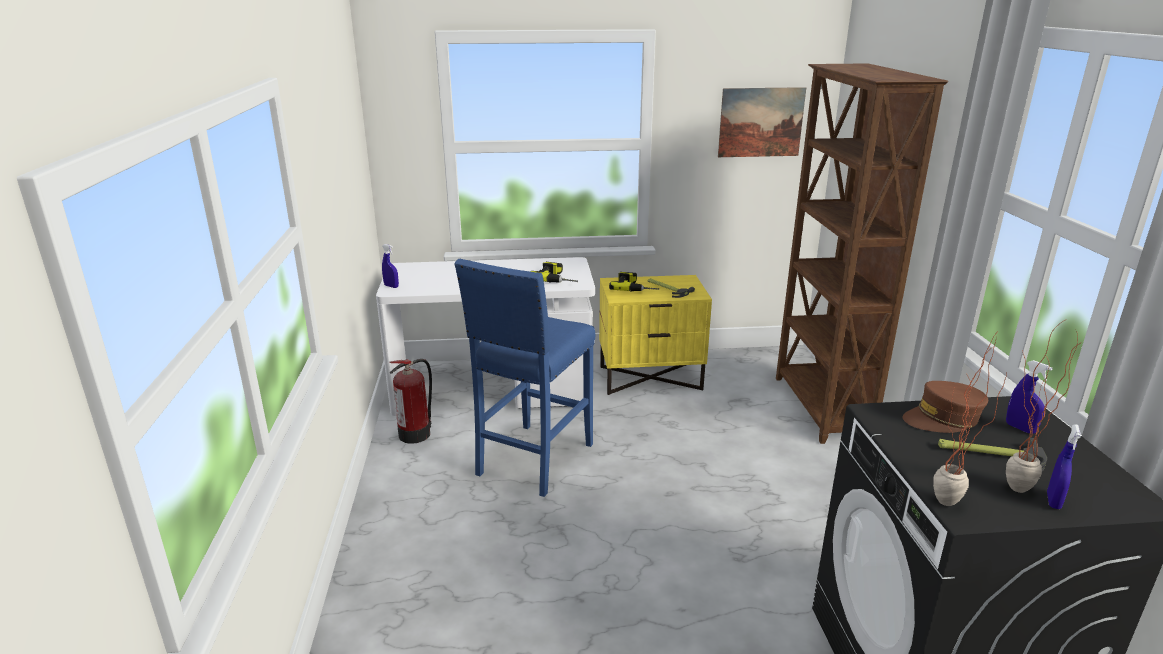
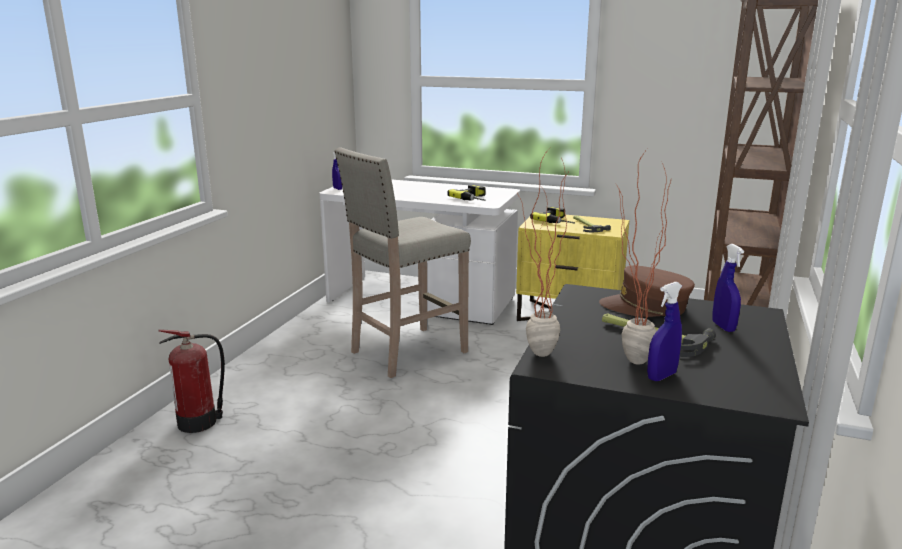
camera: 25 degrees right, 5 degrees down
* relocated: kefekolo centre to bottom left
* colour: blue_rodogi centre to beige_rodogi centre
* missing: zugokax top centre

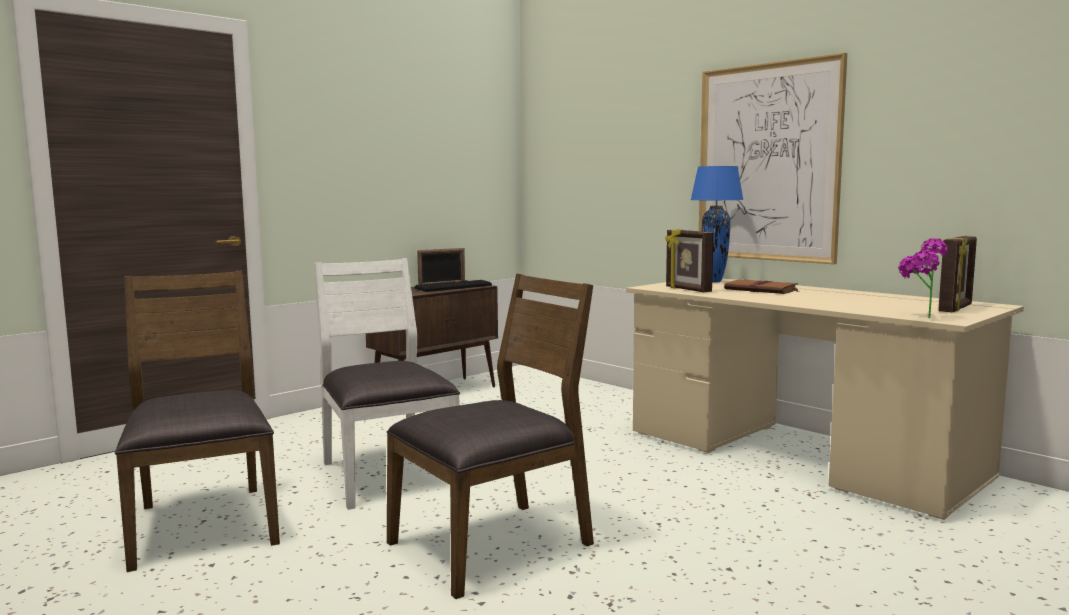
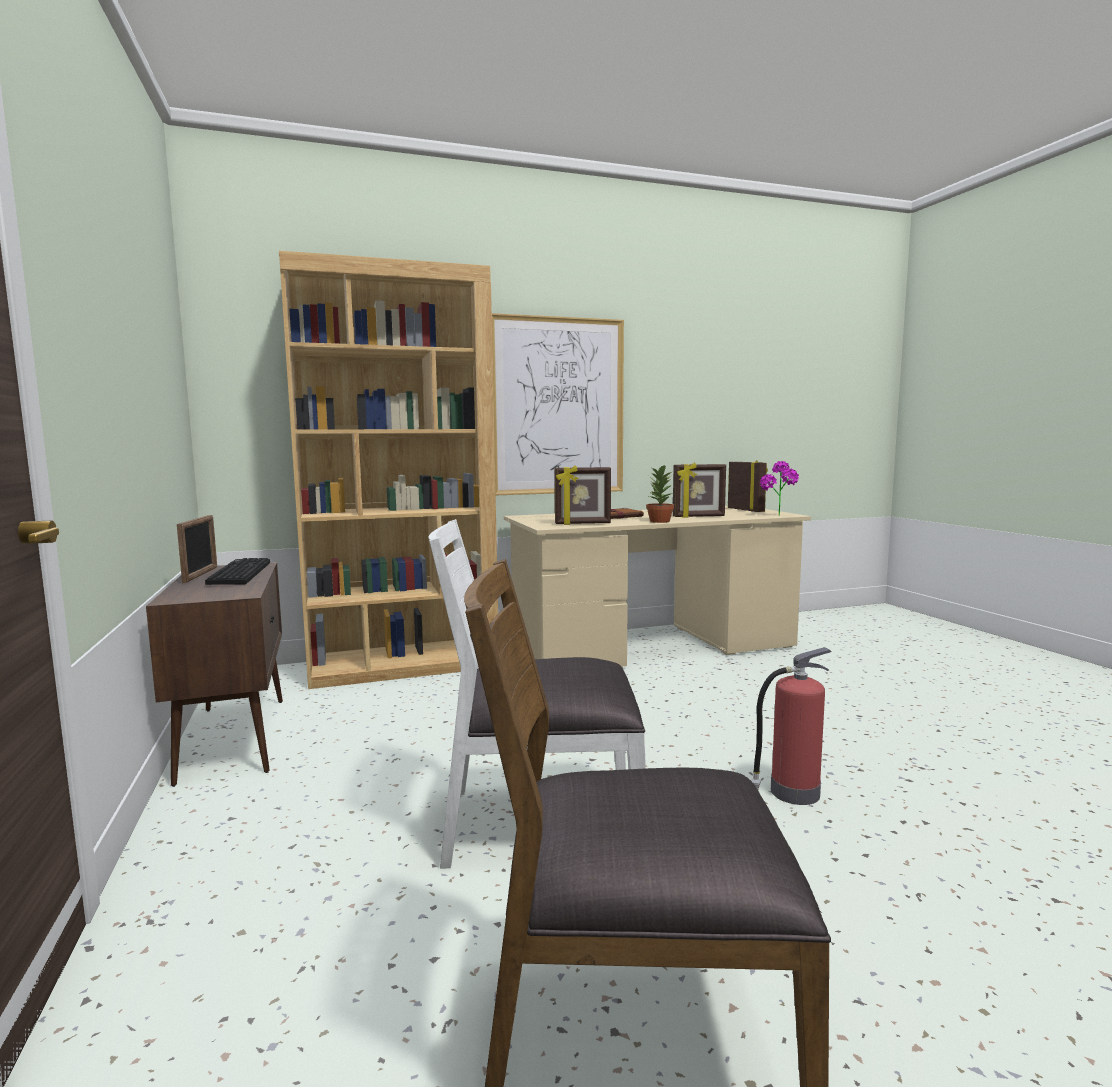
camera: 65 degrees left, 0 degrees up
* exchanged: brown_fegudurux (no. 2 from left) bottom centre to kefekolo bottom right
* missing: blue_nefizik middle right
* appeared: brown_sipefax centre
* appeared: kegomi (no. 1 from left) centre
* appeared: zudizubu (no. 3 from left) centre

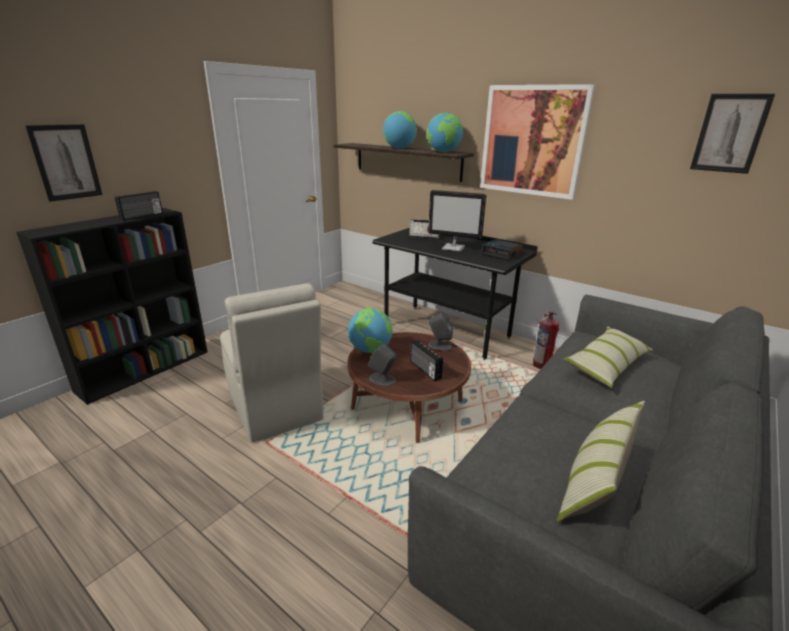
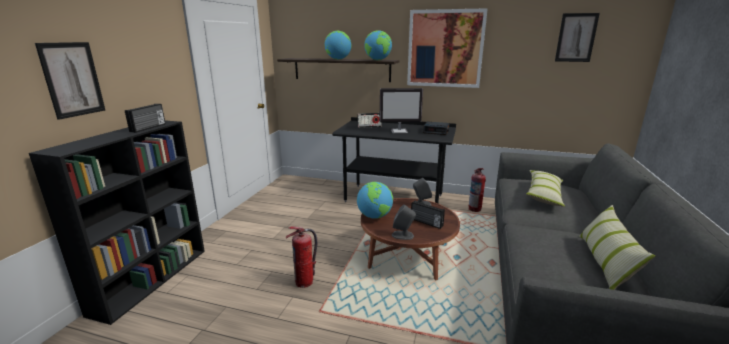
camera: 20 degrees left, 5 degrees down
* exchanged: beige_fegudurux centre to kefekolo (no. 1 from left) bottom centre

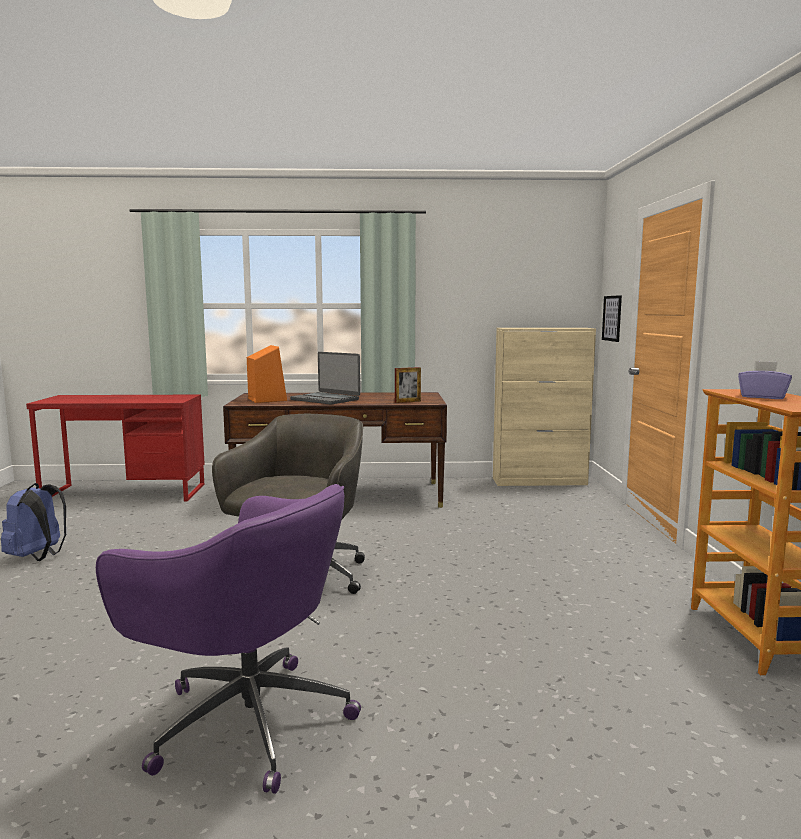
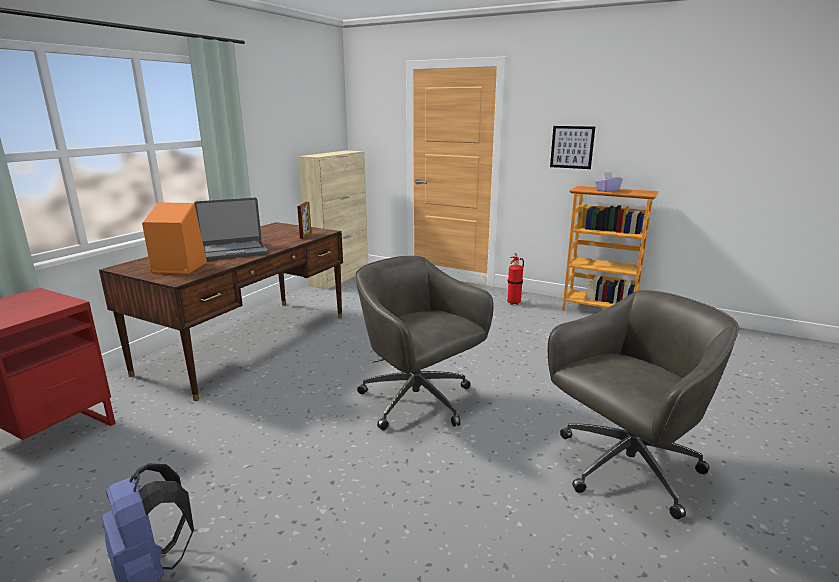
camera: 60 degrees left, 10 degrees up
* colour: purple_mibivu bottom left to grey_mibivu (no. 2 from left) bottom right
* relocated: zugokax middle right to top right
* appeared: kefekolo centre

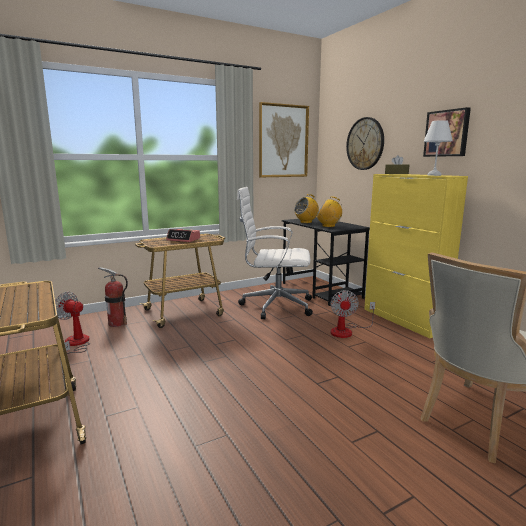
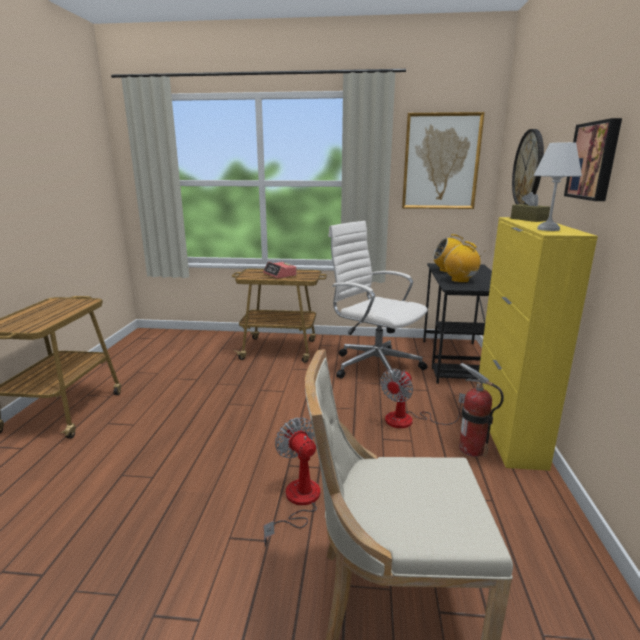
camera: 35 degrees right, 5 degrees up
* relocated: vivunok (no. 1 from left) middle left to bottom centre
* relocated: kefekolo middle left to middle right

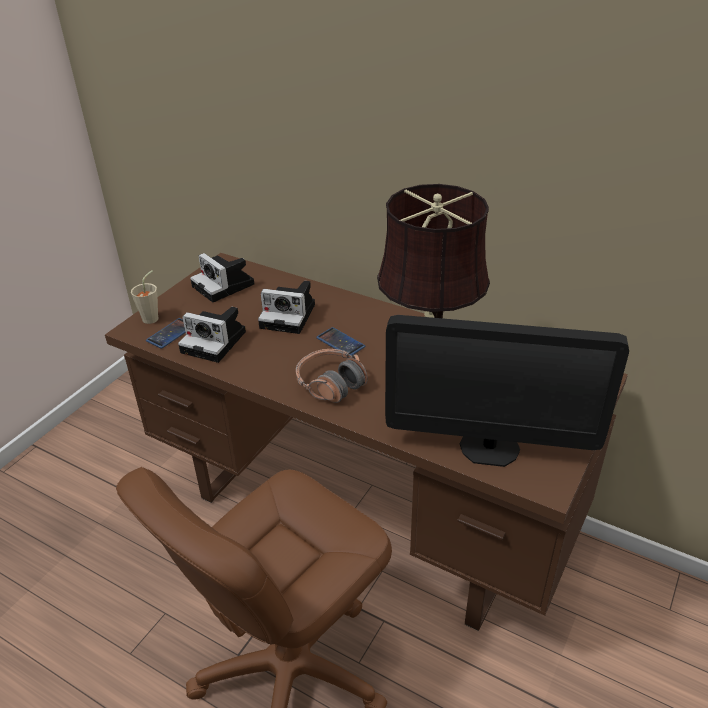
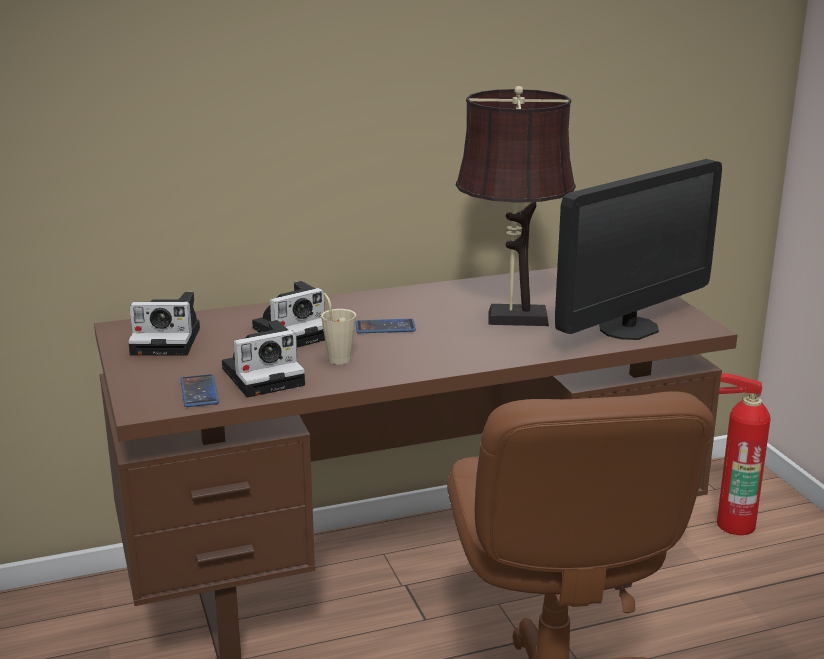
camera: 50 degrees left, 15 degrees down
* relocated: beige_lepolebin middle left to centre
* missing: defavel centre
* appeared: kefekolo bottom right

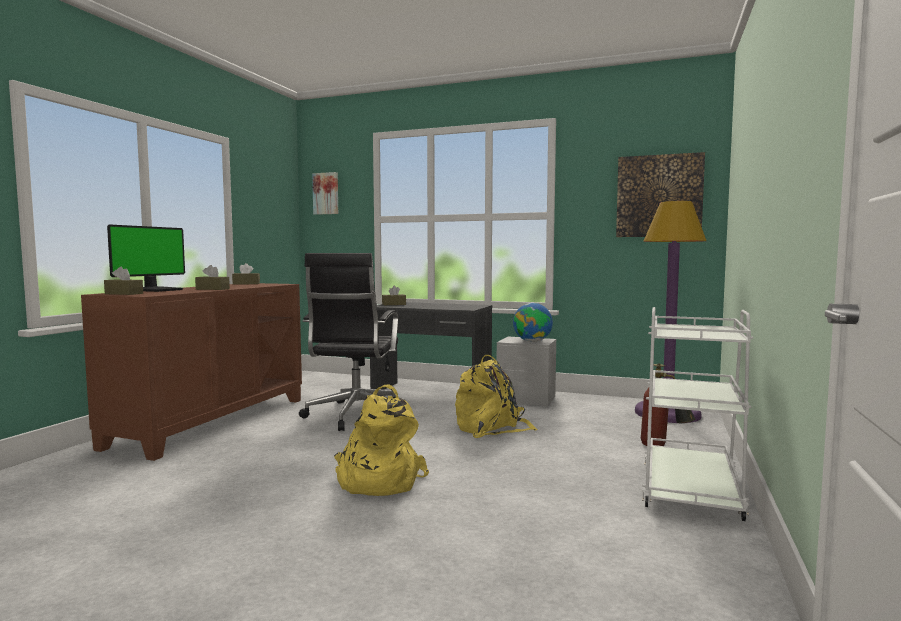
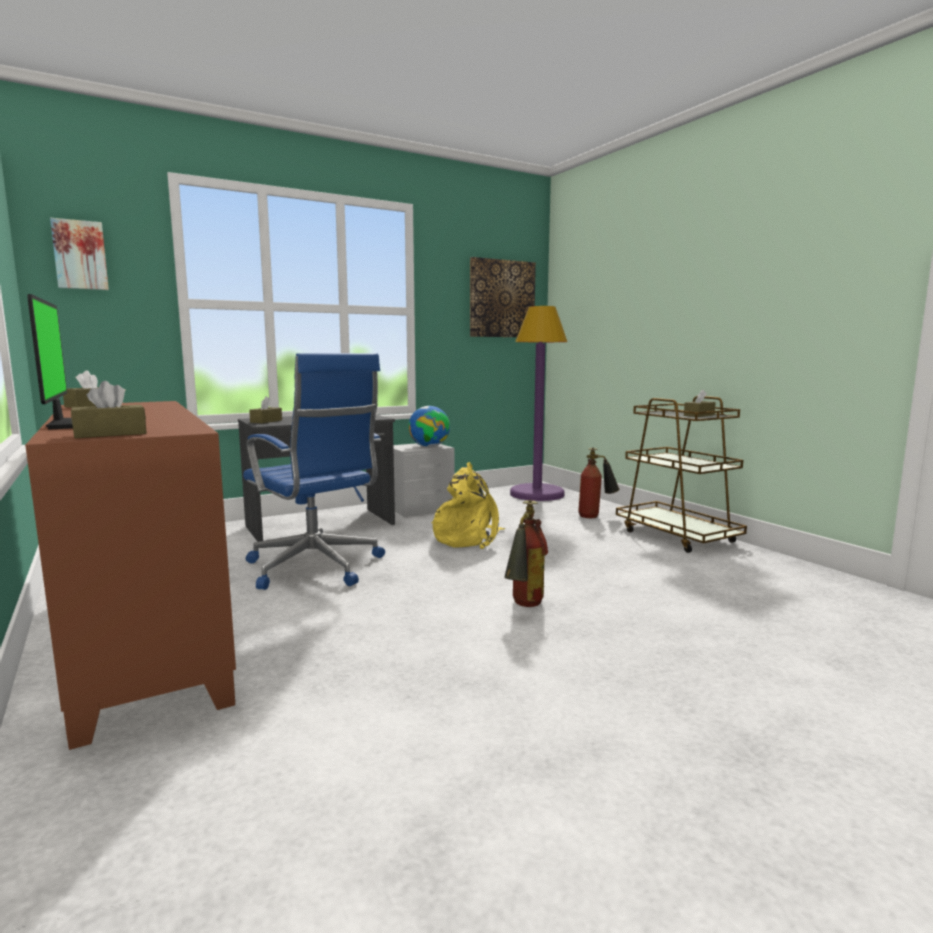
camera: 50 degrees left, 5 degrees up
* relocated: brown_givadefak (no. 2 from left in the first image) middle left to brown_givadefak (no. 4 from left) middle right
* colour: black_mibivu centre to blue_mibivu centre
* exchanged: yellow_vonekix (no. 1 from left) bottom centre to kefekolo (no. 1 from left) centre
* colour: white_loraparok bottom right to brown_loraparok middle right

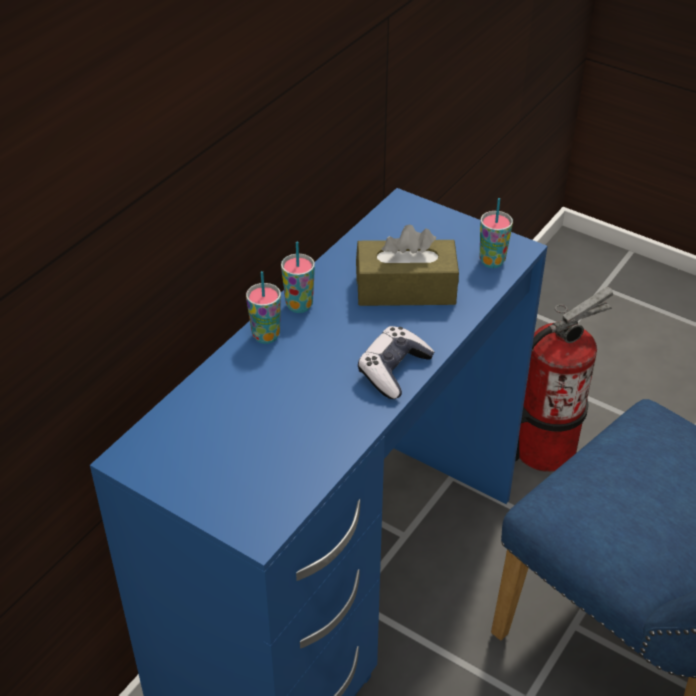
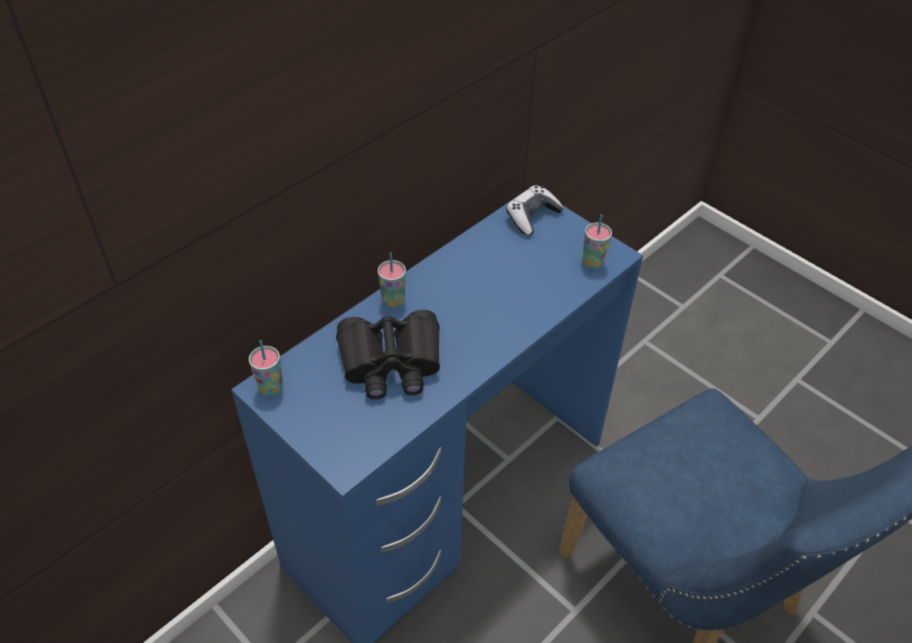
camera: 10 degrees right, 5 degrees up
* relocated: lepolebin (no. 2 from left in the first image) centre to lepolebin (no. 1 from left) middle left
* missing: brown_givadefak centre
* relocated: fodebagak centre to top centre
* missing: kefekolo middle right
* appeared: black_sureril centre

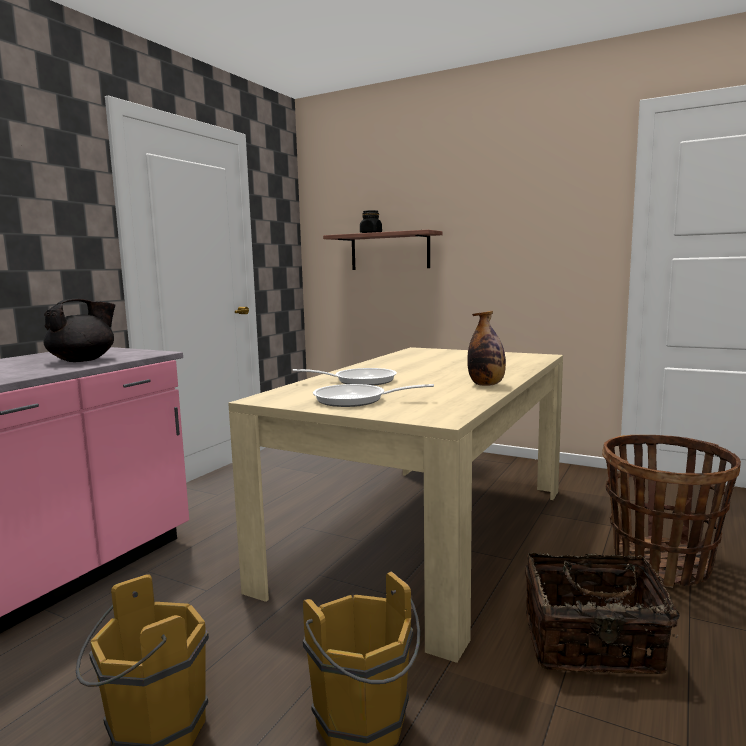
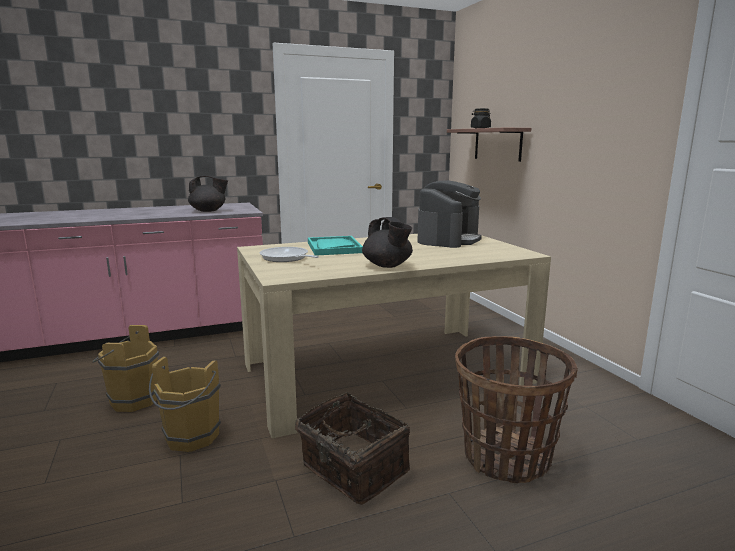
camera: 40 degrees right, 5 degrees up
* exchanged: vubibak (no. 1 from left) centre to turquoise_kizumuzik centre
* exchanged: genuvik centre to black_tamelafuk (no. 2 from left) centre
* appeared: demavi centre

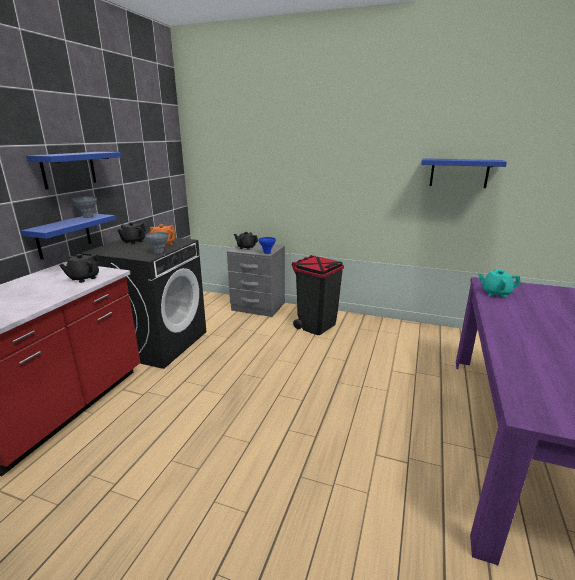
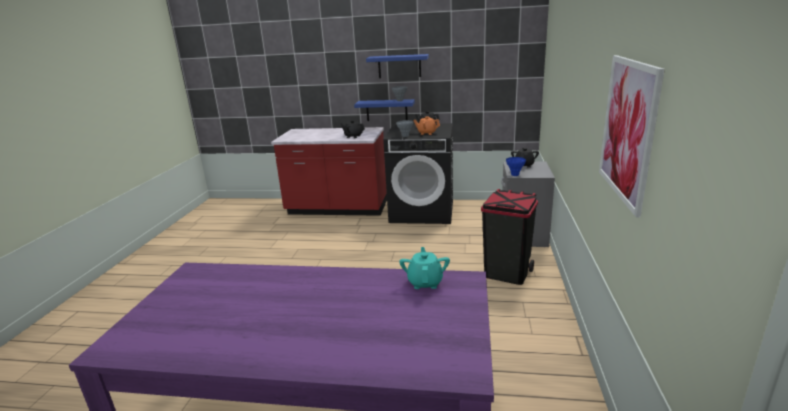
camera: 80 degrees right, 0 degrees up
* exchanged: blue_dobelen (no. 3 from left) top right to zugokax top right

